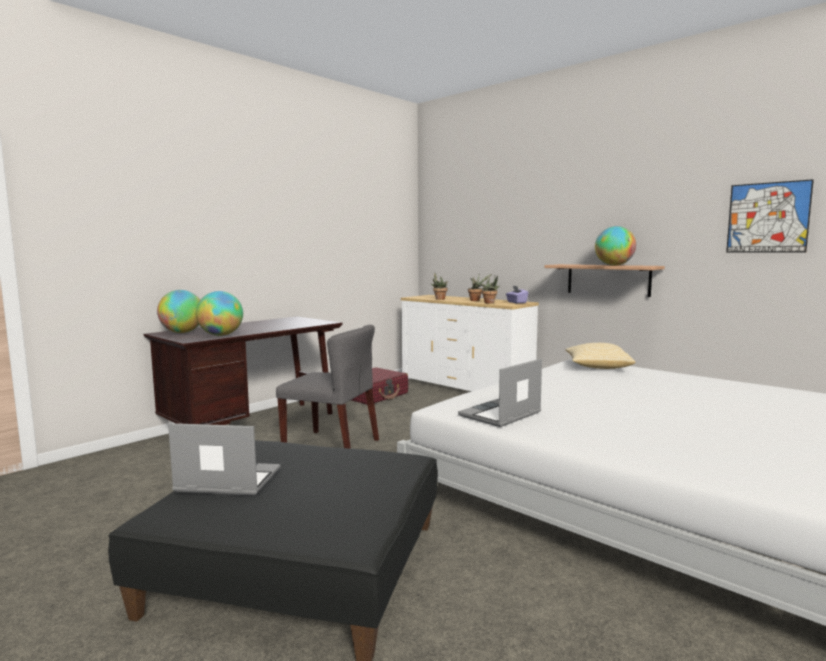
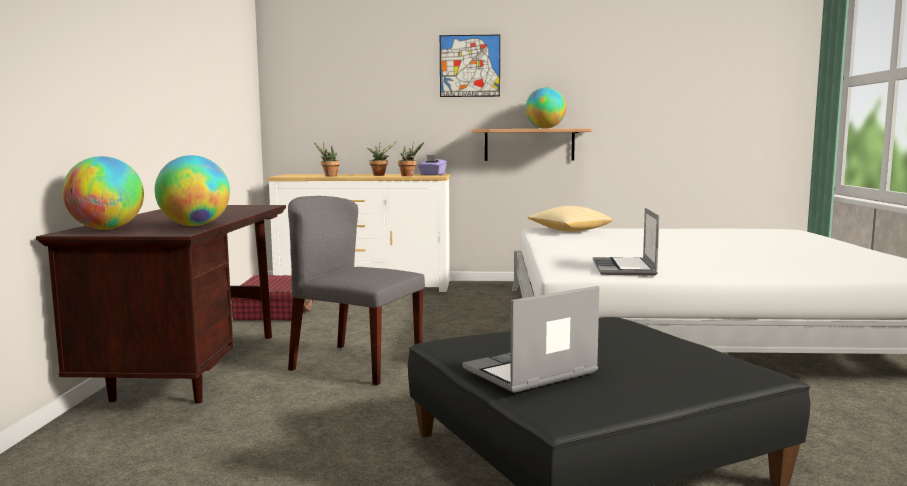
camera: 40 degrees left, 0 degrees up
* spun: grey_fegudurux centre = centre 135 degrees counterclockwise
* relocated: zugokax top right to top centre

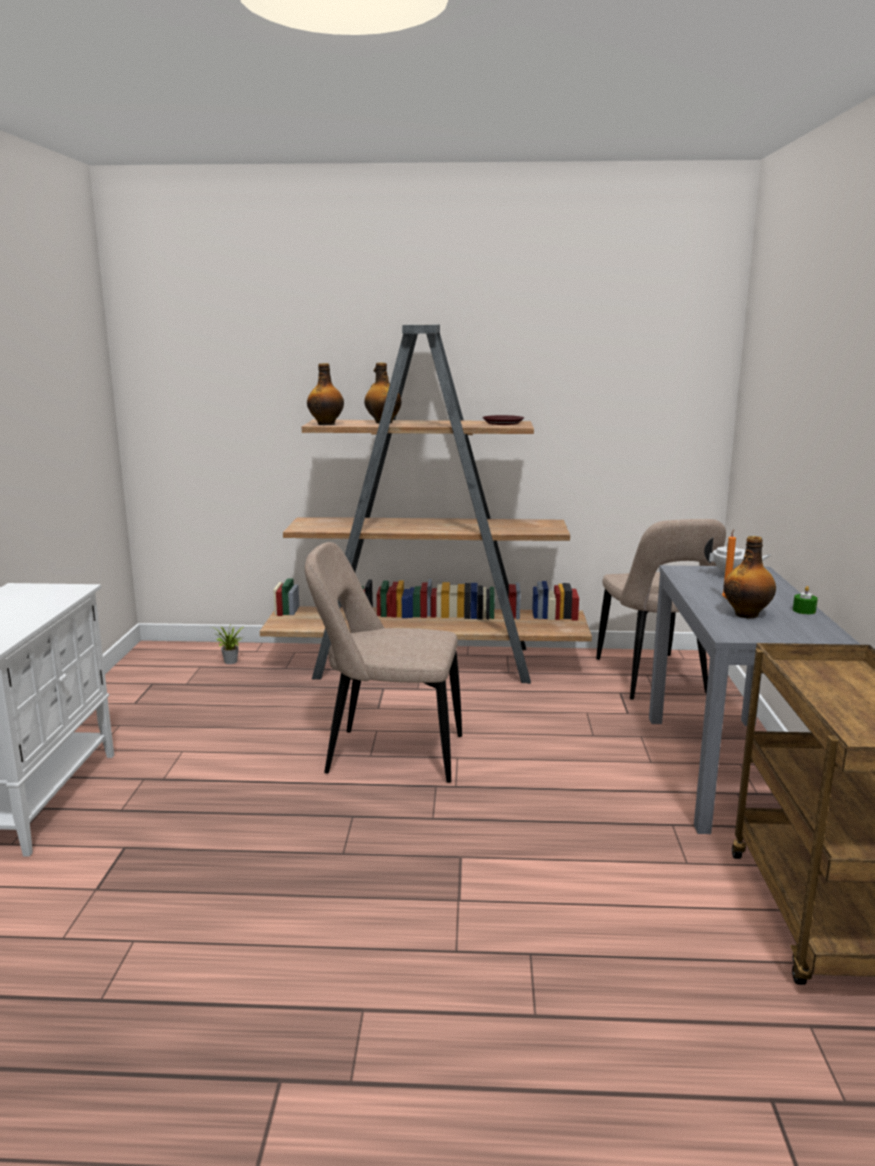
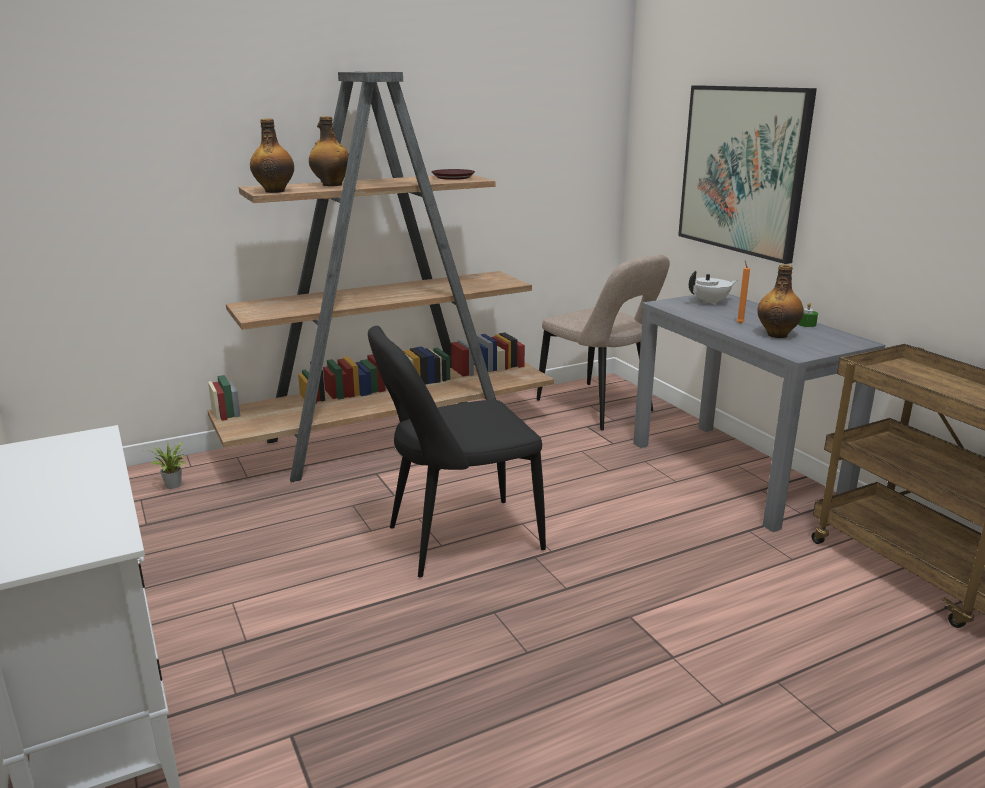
camera: 30 degrees left, 5 degrees up
* colour: beige_fegudurux (no. 1 from left) centre to black_fegudurux centre
* appeared: zugokax top right

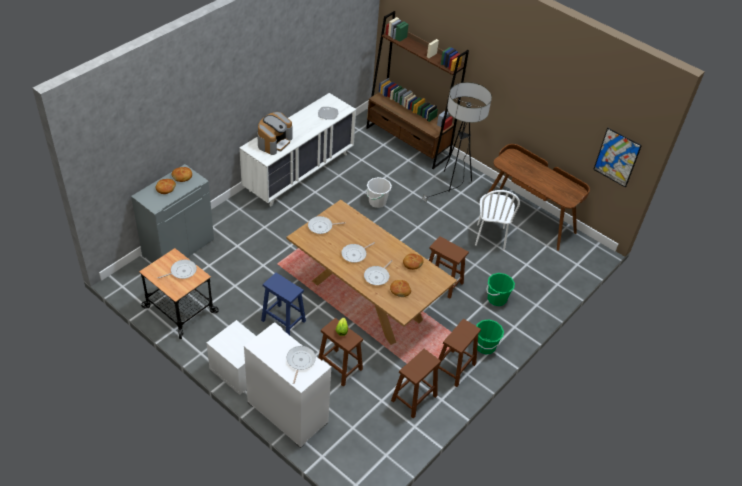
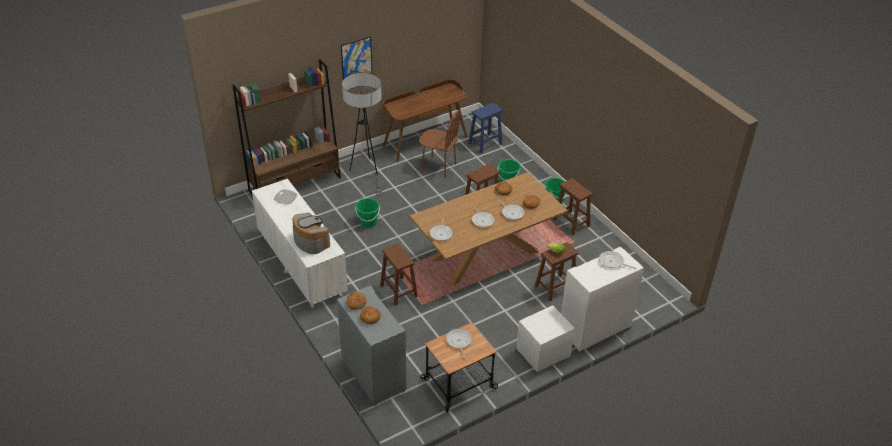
camera: 70 degrees left, 5 degrees down
* relocated: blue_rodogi centre to top centre
* colour: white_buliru centre to green_buliru (no. 1 from left) centre
* relocated: brown_rodogi (no. 2 from left in the first image) bottom centre to brown_rodogi (no. 1 from left) centre
* colour: white_fegudurux middle right to brown_fegudurux top centre
* relocated: zugokax top right to top centre

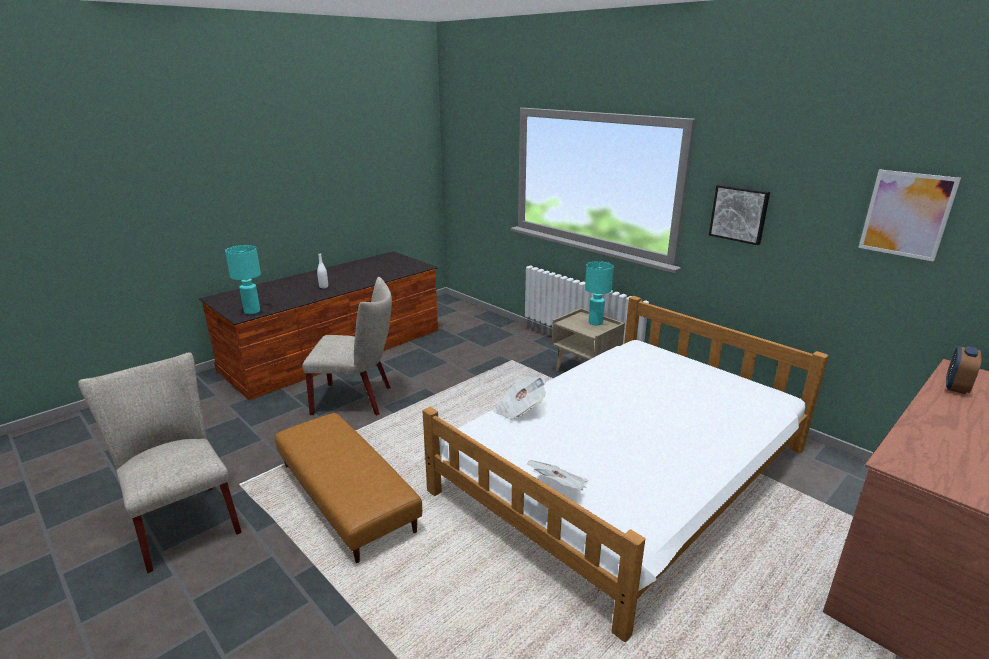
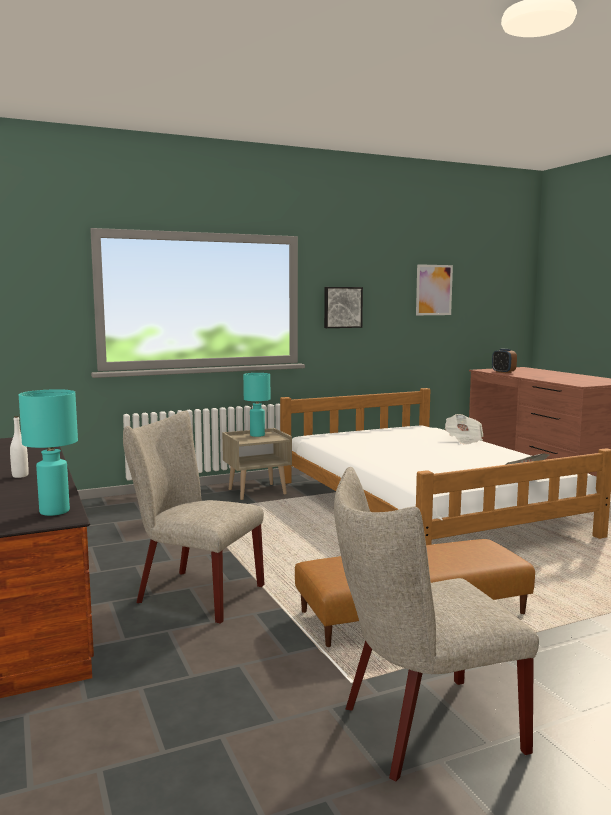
camera: 70 degrees left, 15 degrees down
* spun: beige_fegudurux (no. 2 from left in the first image) centre = middle left 90 degrees counterclockwise
* relocated: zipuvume (no. 1 from left) centre to middle right

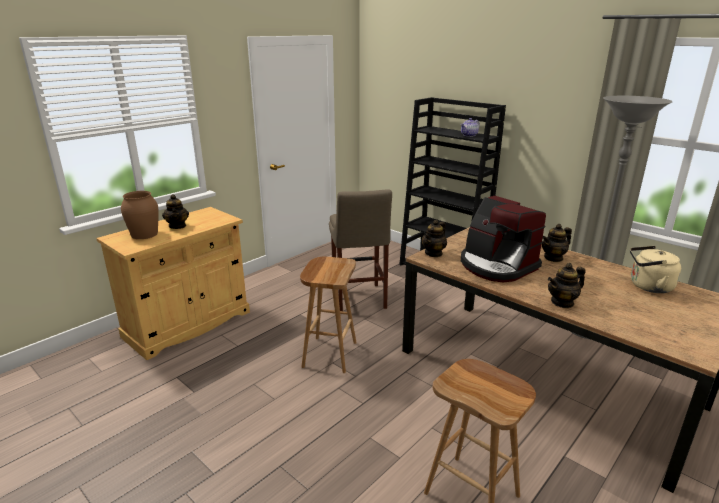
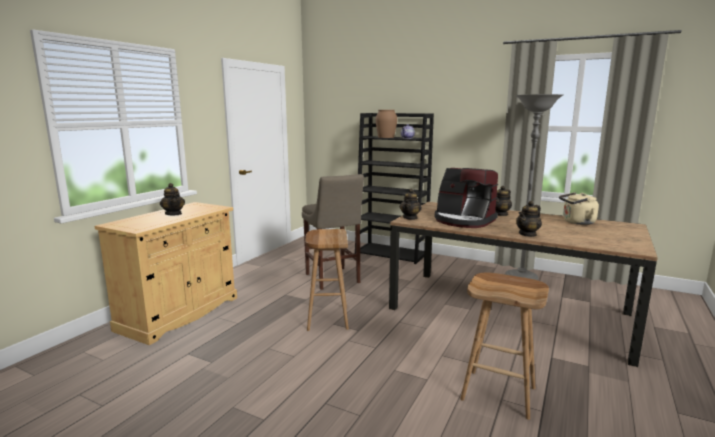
camera: 15 degrees left, 10 degrees down
* relocated: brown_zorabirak middle left to top centre

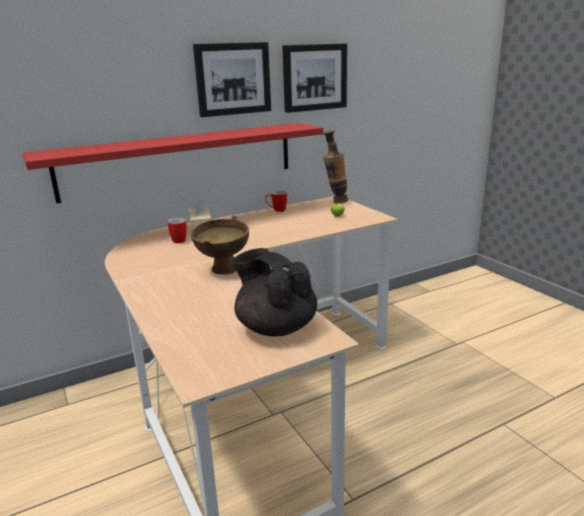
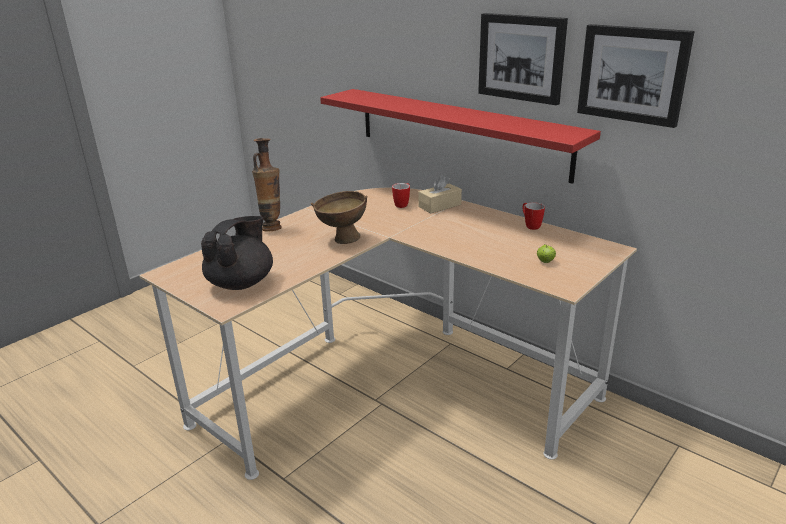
camera: 70 degrees right, 5 degrees up
* relocated: zorabirak top centre to centre

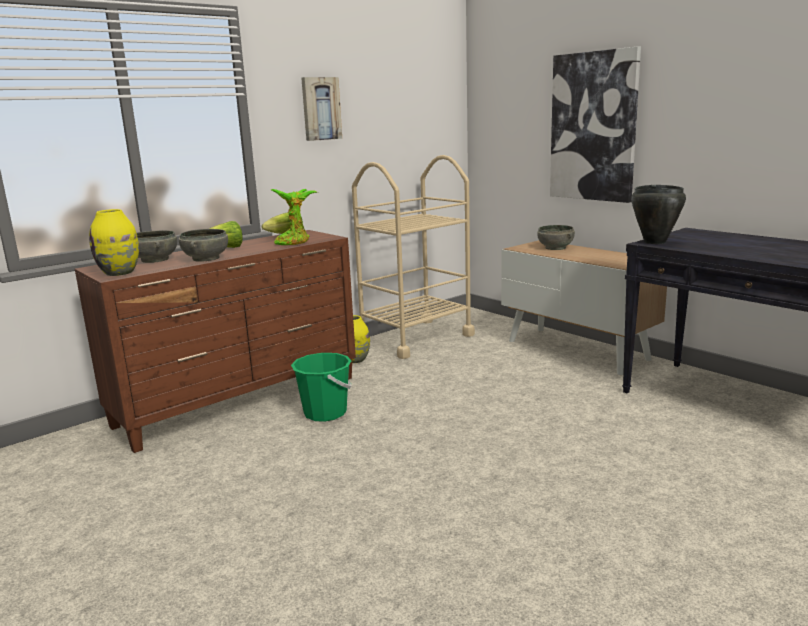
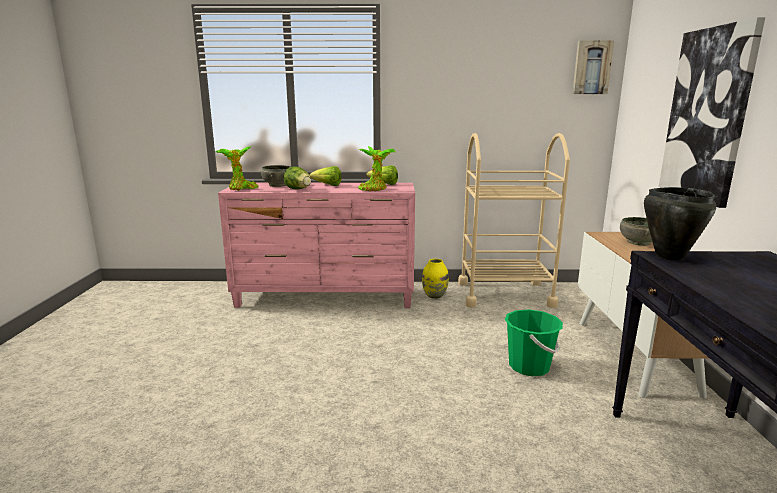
camera: 40 degrees right, 0 degrees up
* colour: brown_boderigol middle left to pink_boderigol centre
* exchanged: yellow_zorabirak (no. 1 from left) middle left to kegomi (no. 1 from left) middle left
* exchanged: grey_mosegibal (no. 2 from left) middle left to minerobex (no. 1 from left) centre
* relocated: green_buliru centre to bottom right
* relocated: zugokax (no. 1 from left) top centre to top right

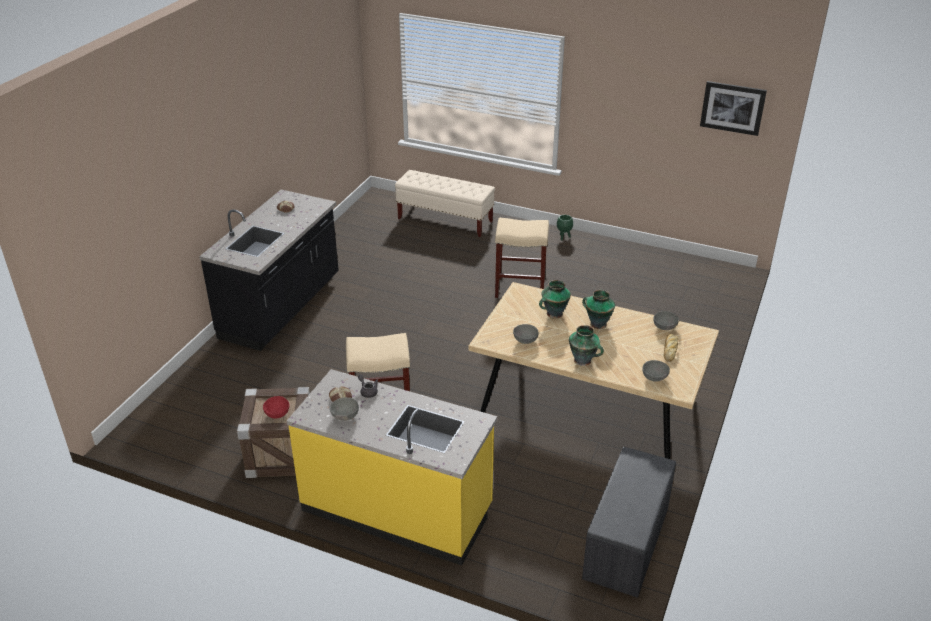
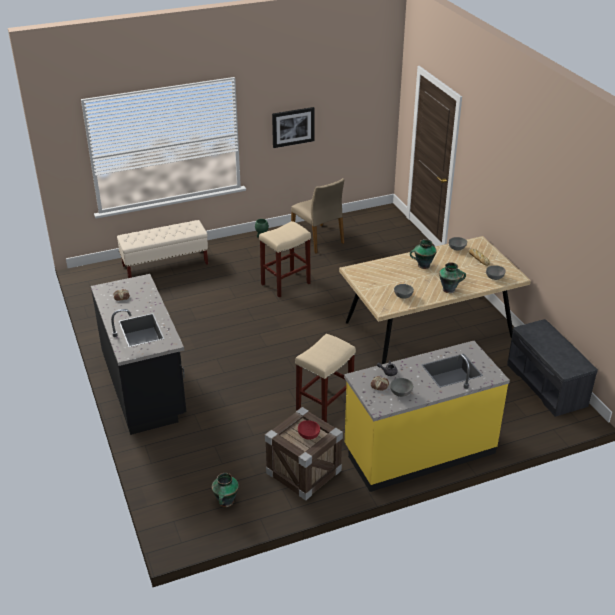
camera: 45 degrees left, 0 degrees up
* relocated: zorabirak (no. 1 from left) centre to bottom centre
* relocated: zugokax top right to top centre
* appeared: beige_fegudurux centre

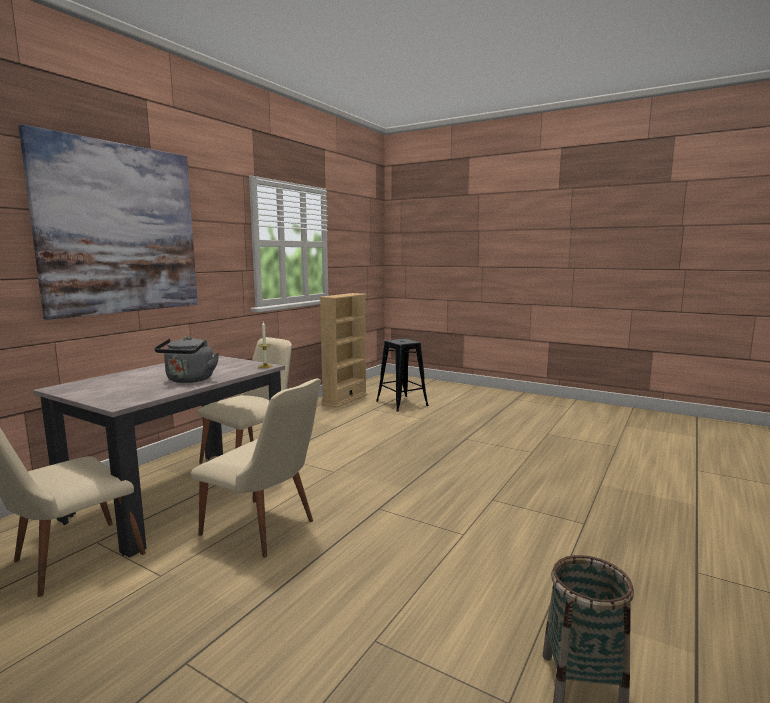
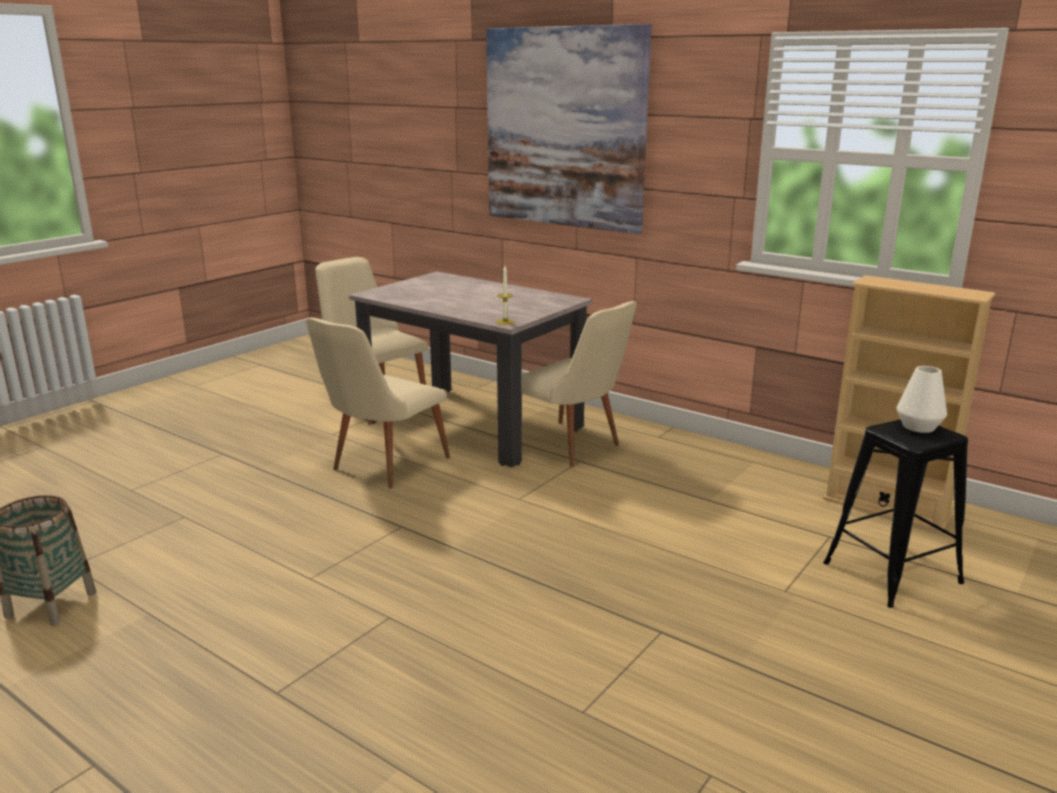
camera: 95 degrees right, 10 degrees up
* missing: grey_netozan middle left
* appeared: white_zorabirak middle right

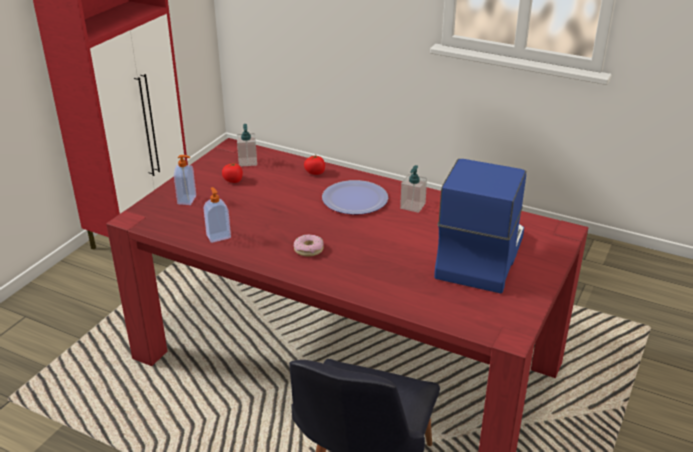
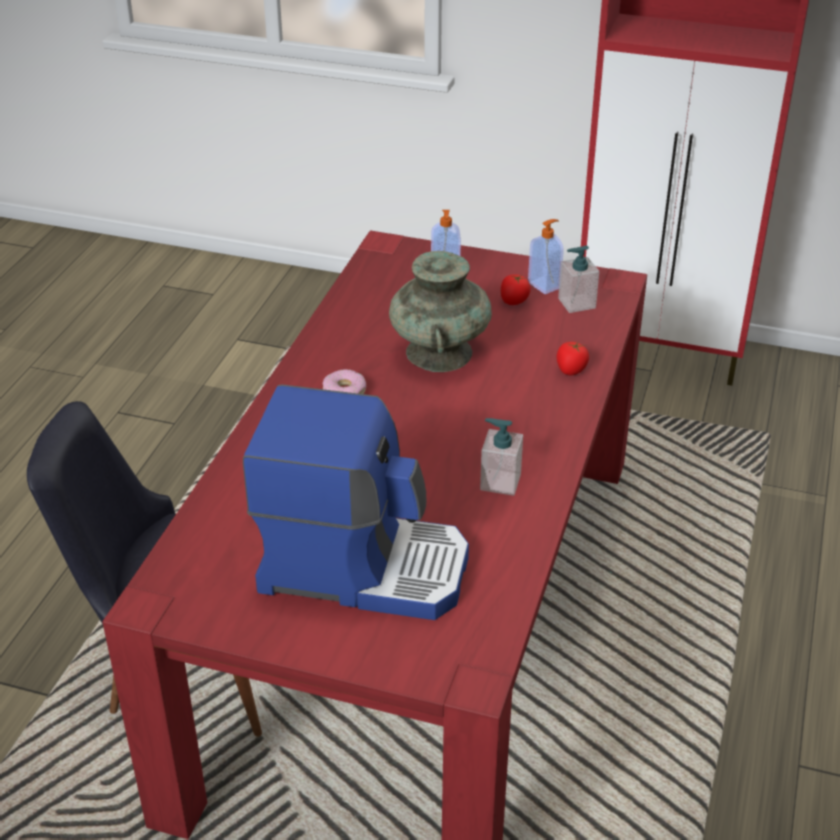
camera: 80 degrees right, 5 degrees up
* relocated: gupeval (no. 2 from left in the first image) middle left to gupeval (no. 3 from left) top centre
* missing: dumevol centre
* appeared: turquoise_zorabirak centre

